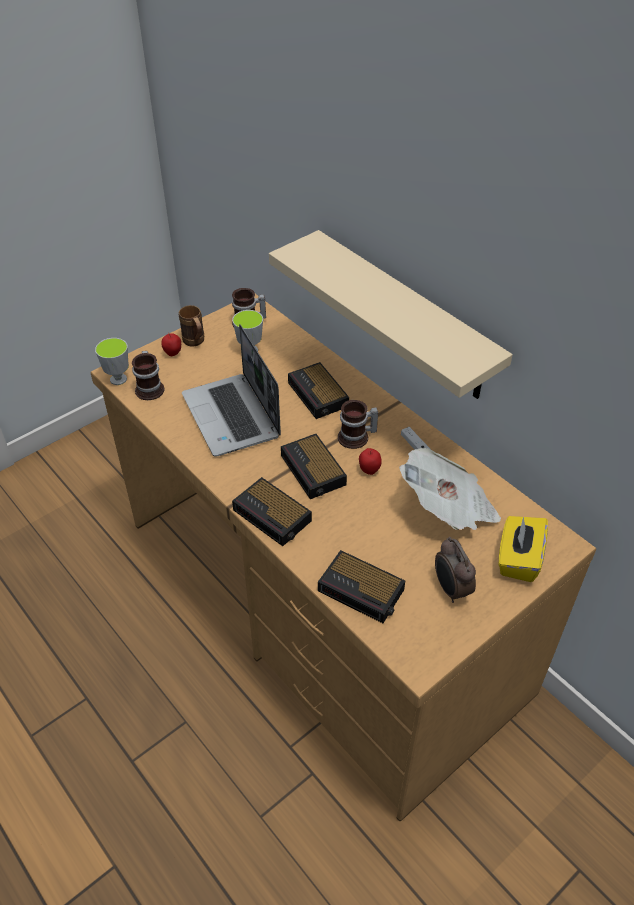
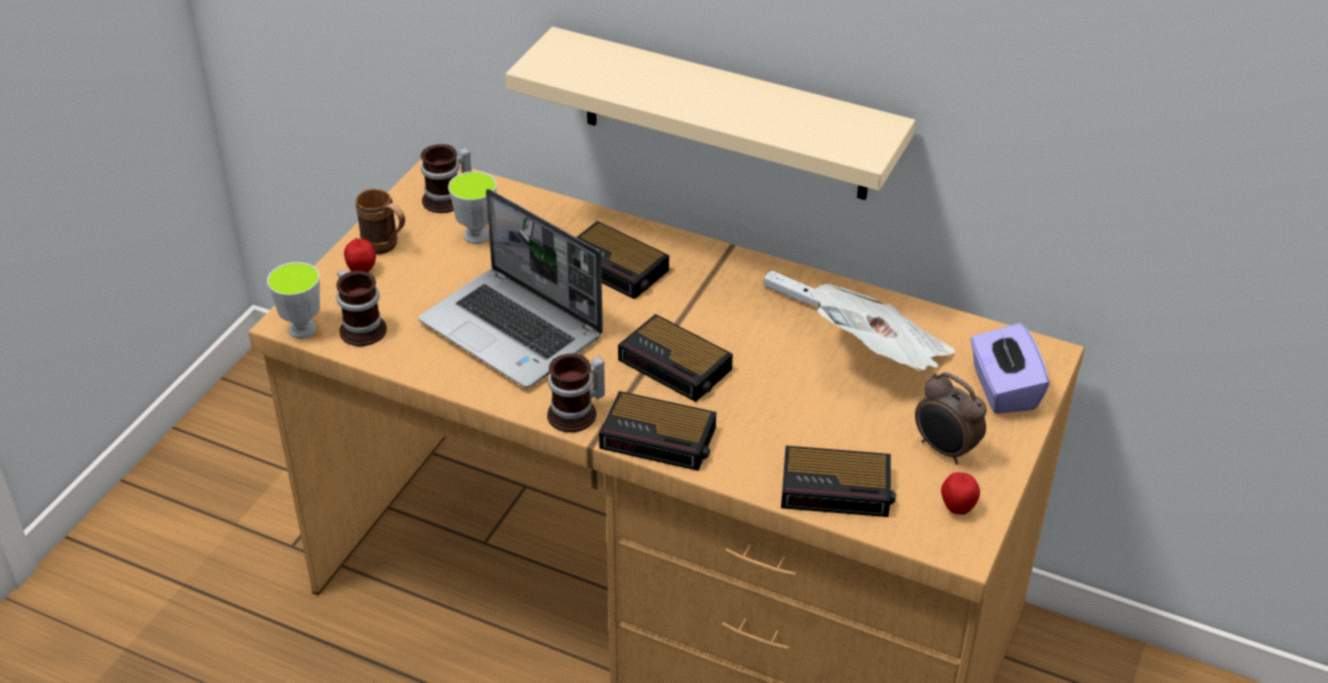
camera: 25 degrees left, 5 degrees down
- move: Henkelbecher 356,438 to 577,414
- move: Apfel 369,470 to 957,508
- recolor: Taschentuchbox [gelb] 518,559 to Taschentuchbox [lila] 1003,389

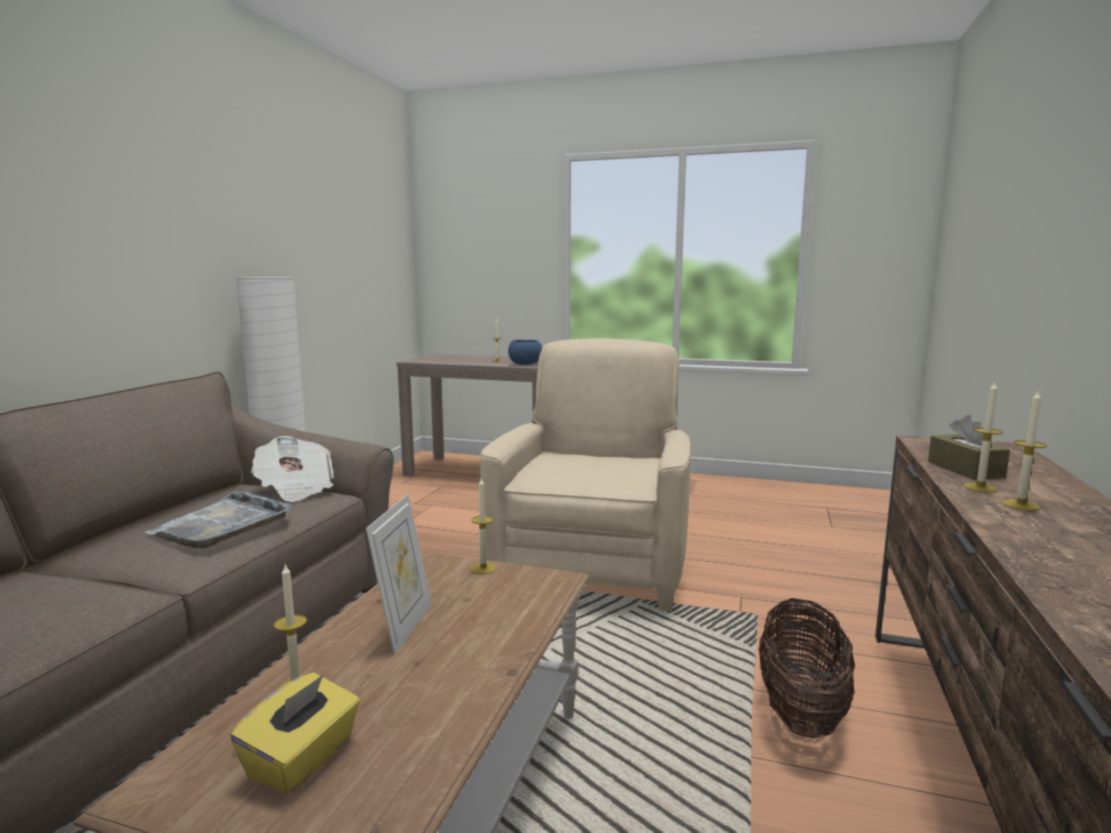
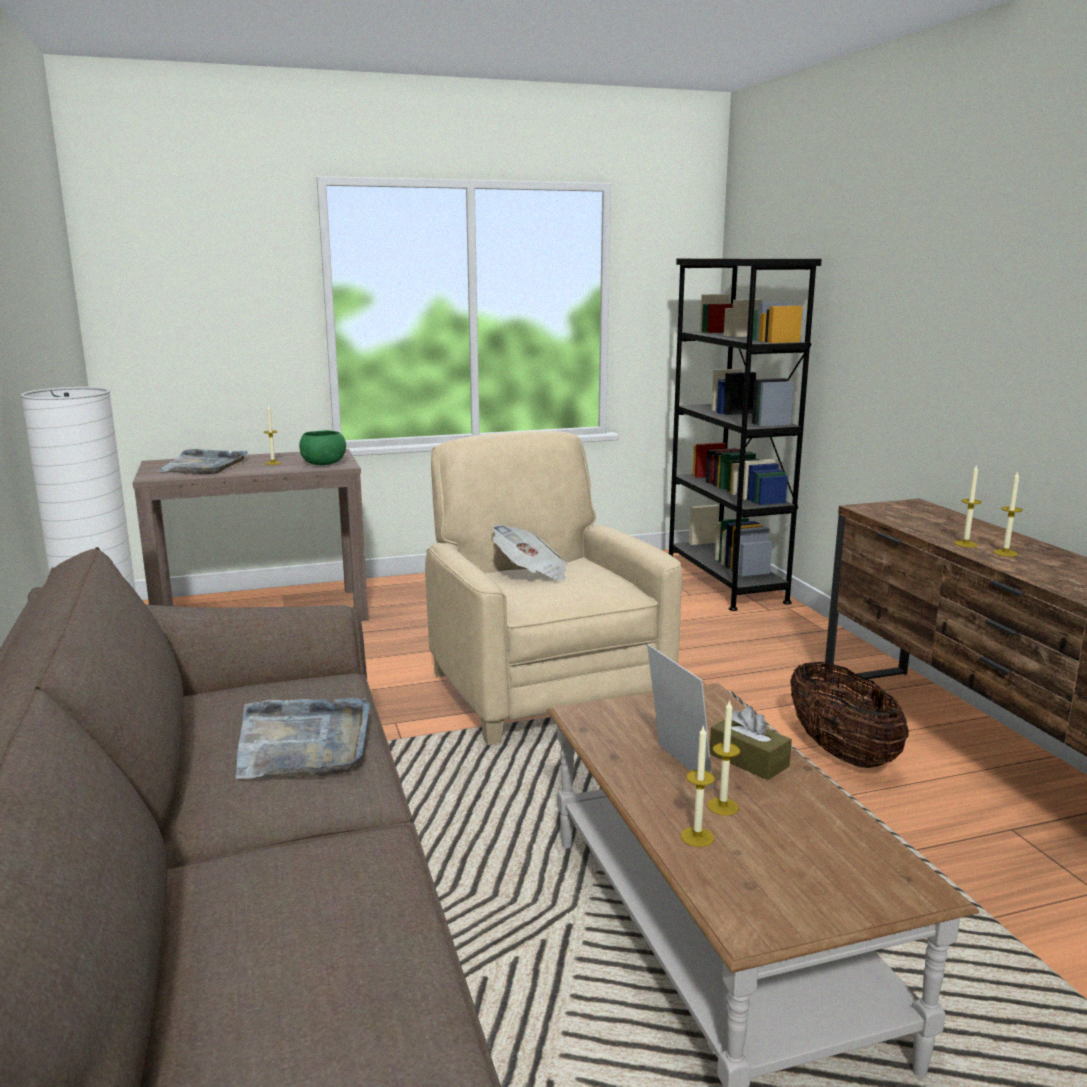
camera: 35 degrees left, 5 degrees up
- delete: Taschentuchbox [gelb] 303,759
- insert: Tablett [grau] 203,466
- insert: Bücherregal [schwarz] 725,583
- move: Zeitung 295,489 to 531,573
- move: Kerze 483,568 to 722,806
- move: Taschentuchbox [braun] 965,469 to 748,760
- recolor: Schüssel [blau] 525,364 to Schüssel [grün] 324,464

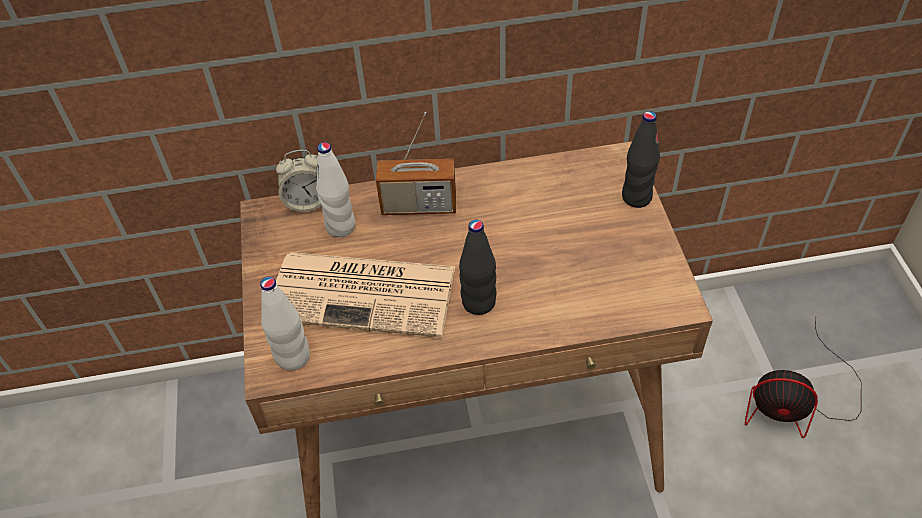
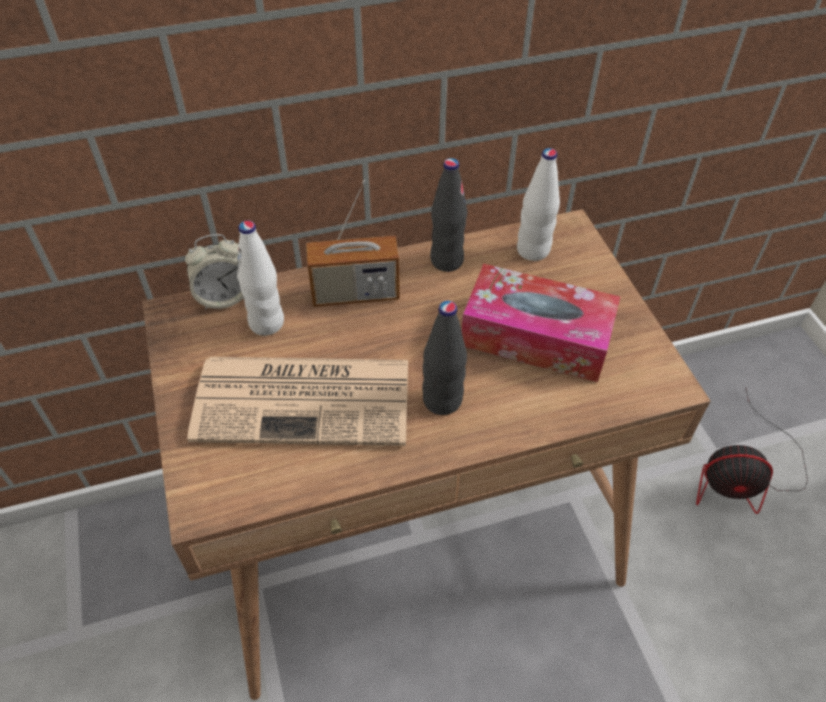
camera: 10 degrees left, 0 degrees up
- insert: Taschentuchbox 536,337
- move: Flasche [weiß] 293,357 to 533,250
- move: Flasche [schwarz] 636,197 to 446,261

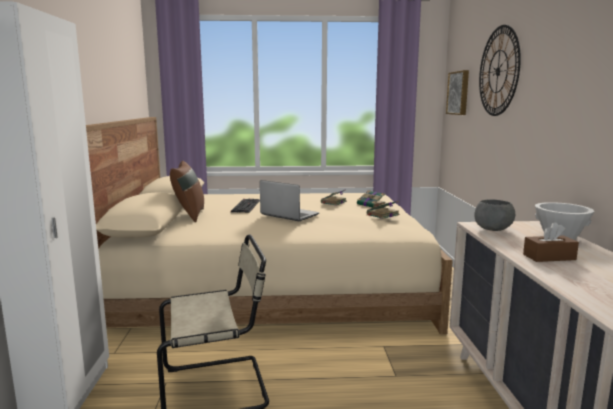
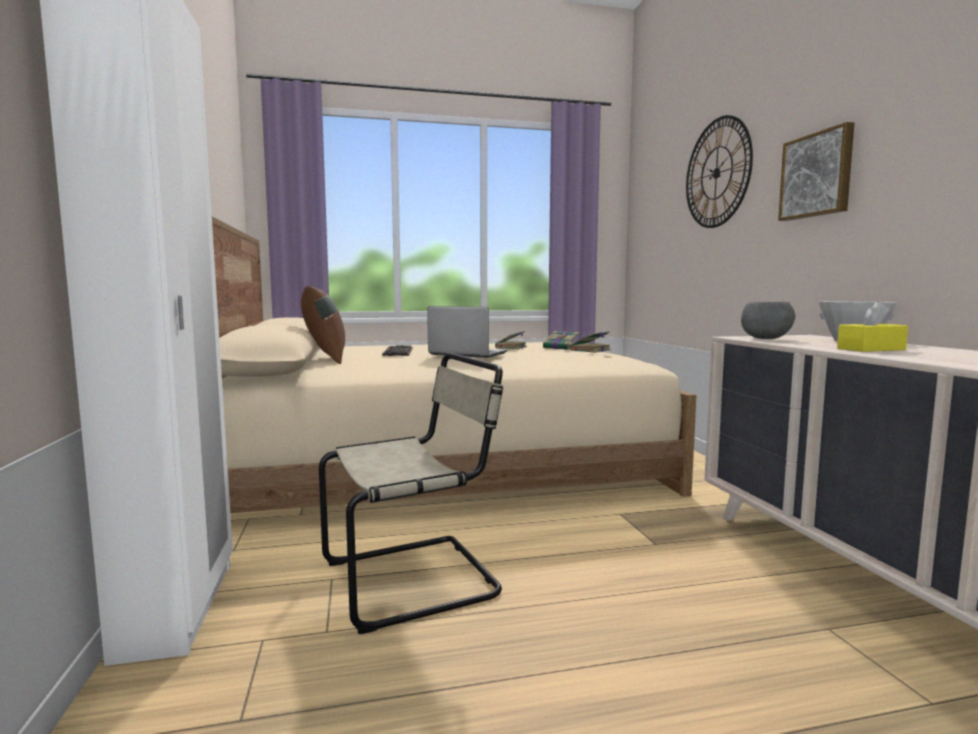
camera: 10 degrees left, 5 degrees down
- move: Bild 459,93 to 817,175
- recolor: Taschentuchbox [braun] 549,257 to Taschentuchbox [gelb] 871,349

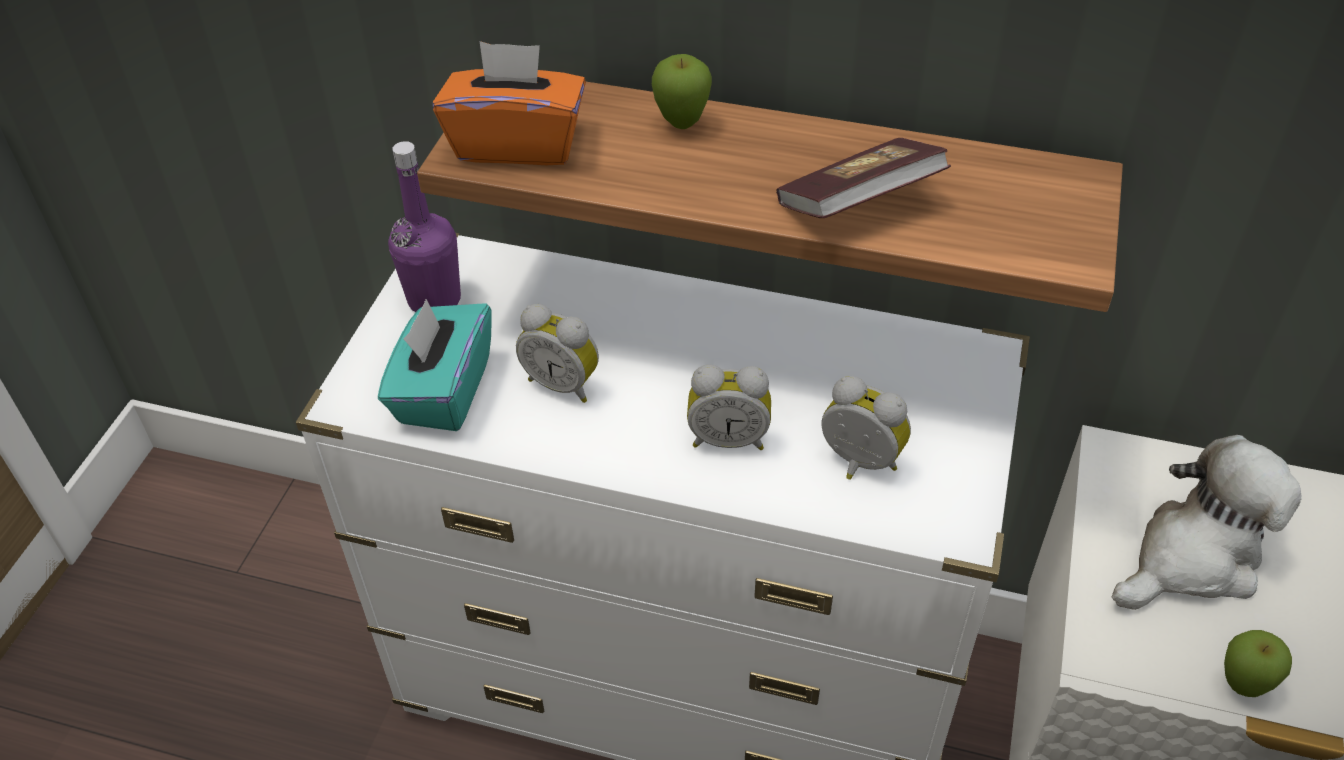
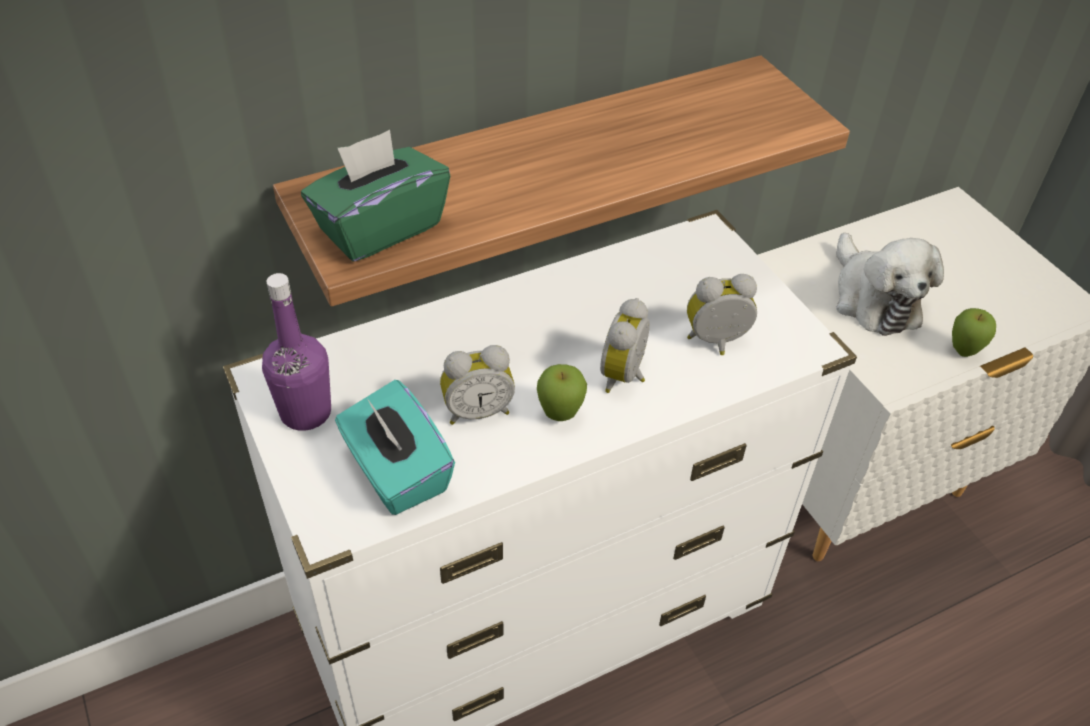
camera: 45 degrees left, 0 degrees up
- delete: Buch 858,204
- move: Apfel 682,125 to 560,416
- recolor: Taschentuchbox [orange] 517,143 to Taschentuchbox [grün] 379,227
- rotate: Wecker 728,438 = 626,376 150 degrees clockwise
- rotate: Plüschtier 1192,557 = 873,298 150 degrees clockwise

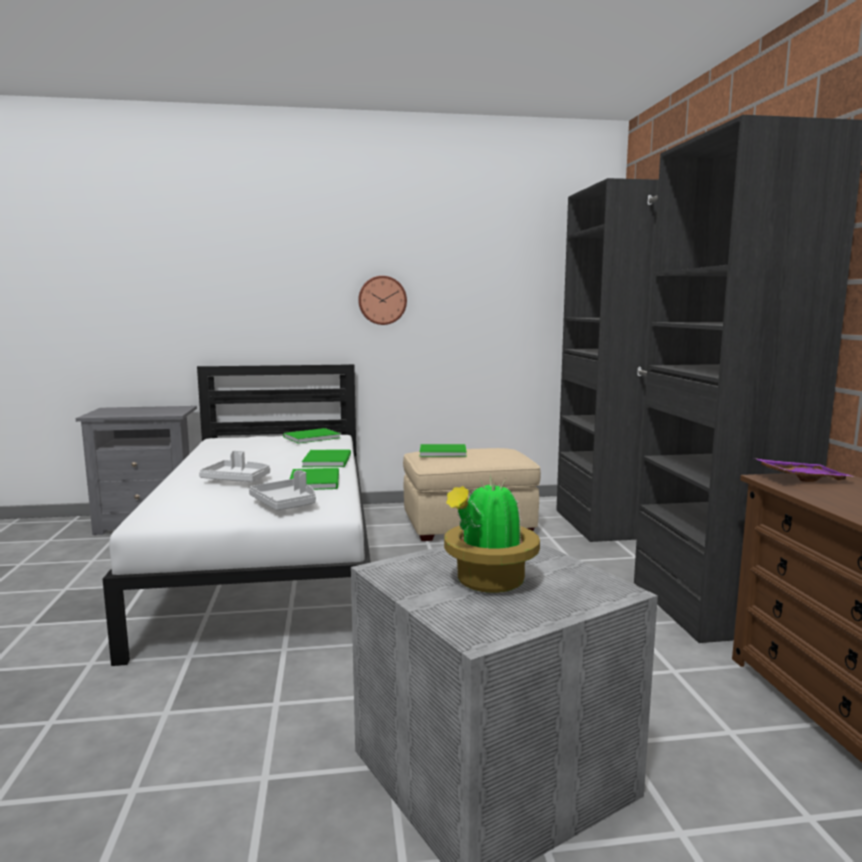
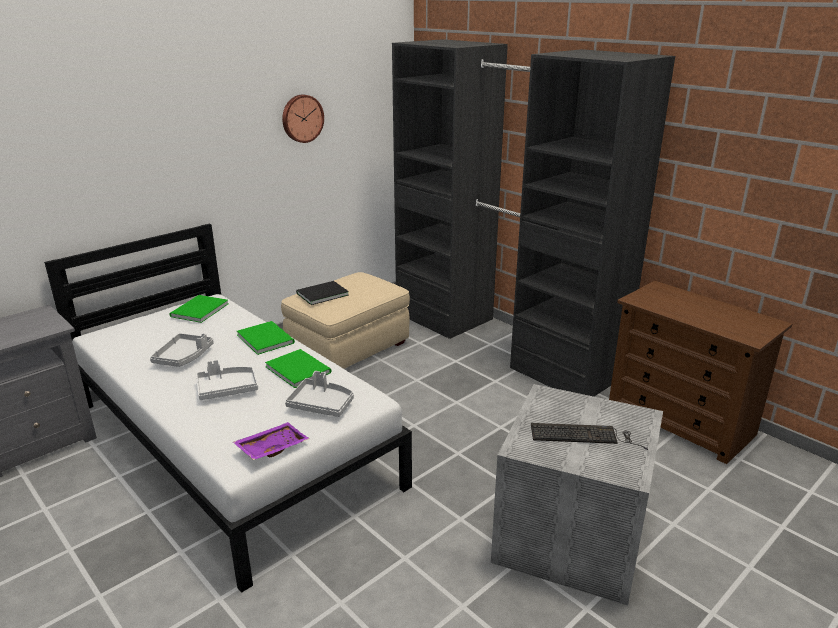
camera: 35 degrees left, 15 degrees up
- insert: Tablett [grau] 184,357
- move: Wanduhr 382,300 to 302,118
- move: Tablett [lila] 800,478 to 271,448
- replace: Topfpflanze 488,582 to Tastatur 584,435
- recolor: Buch [grün] 441,452 to Buch [schwarz] 320,294

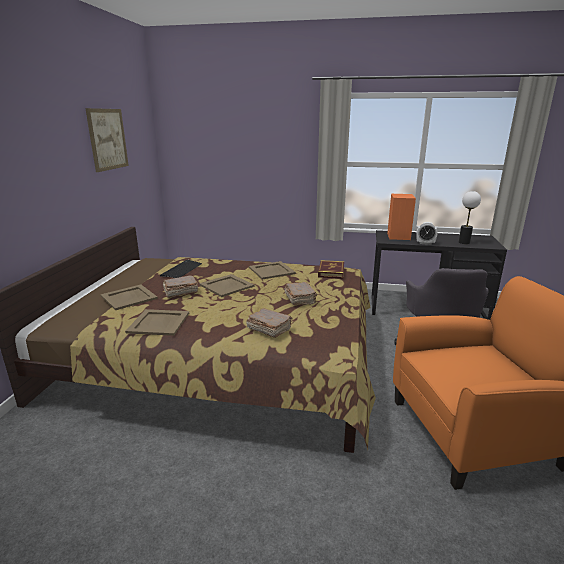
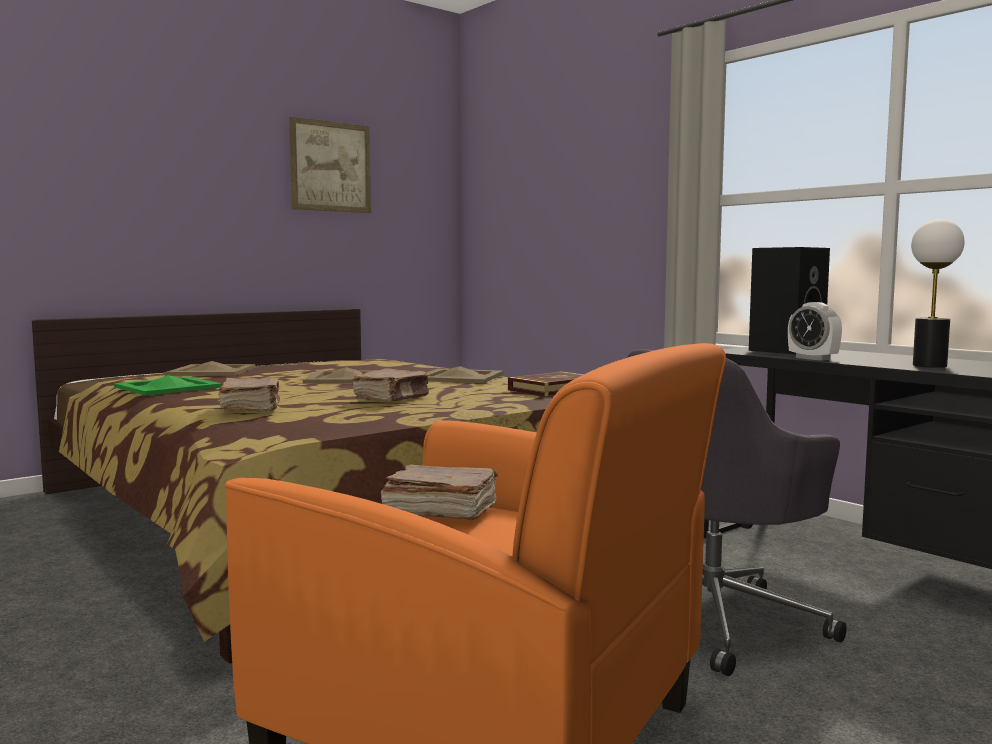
camera: 40 degrees right, 15 degrees down
- delete: Tastatur 181,270
- move: Buch [braun] 180,292 to 439,512
- recolor: Tablett [beige] 158,322 to Tablett [grün] 168,387
- recolor: Lautsprecher [orange] 398,236 to Lautsprecher [schwarz] 786,350

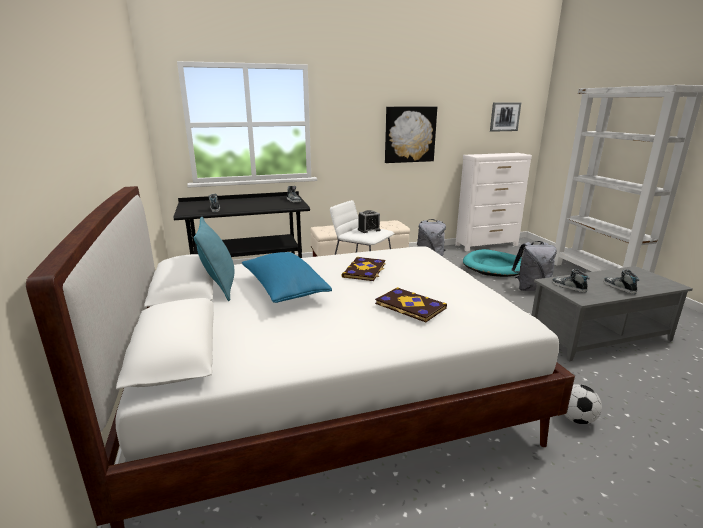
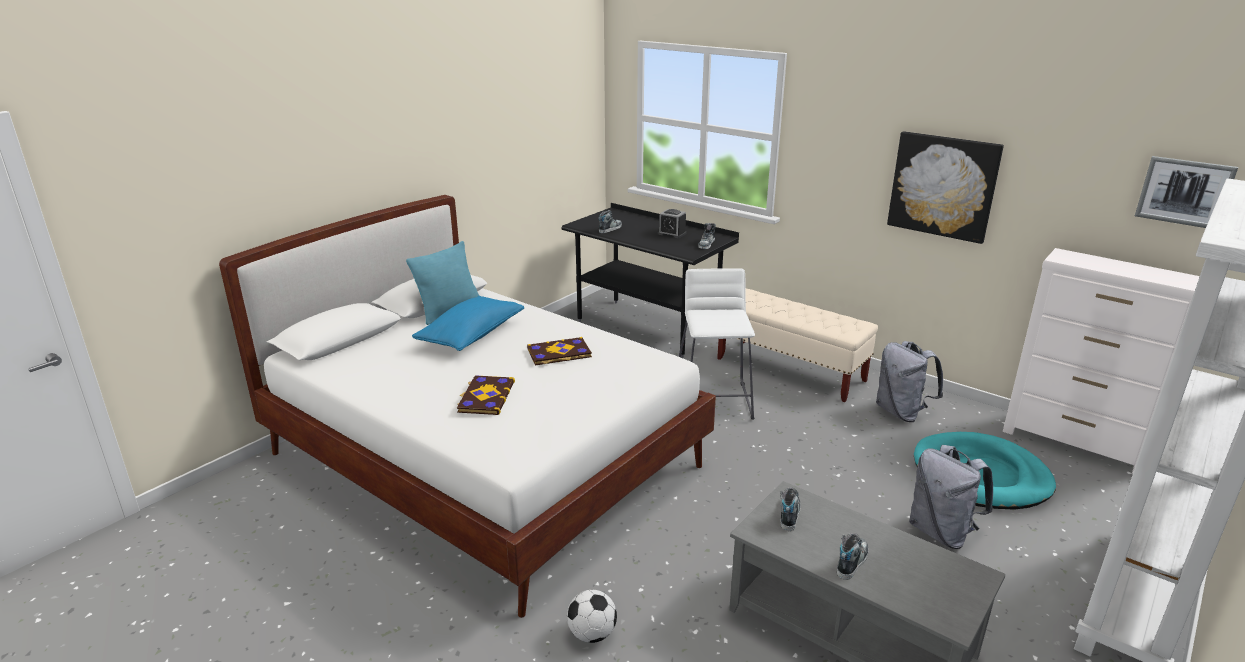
camera: 55 degrees right, 5 degrees up
- move: Wecker 369,230 to 672,233

